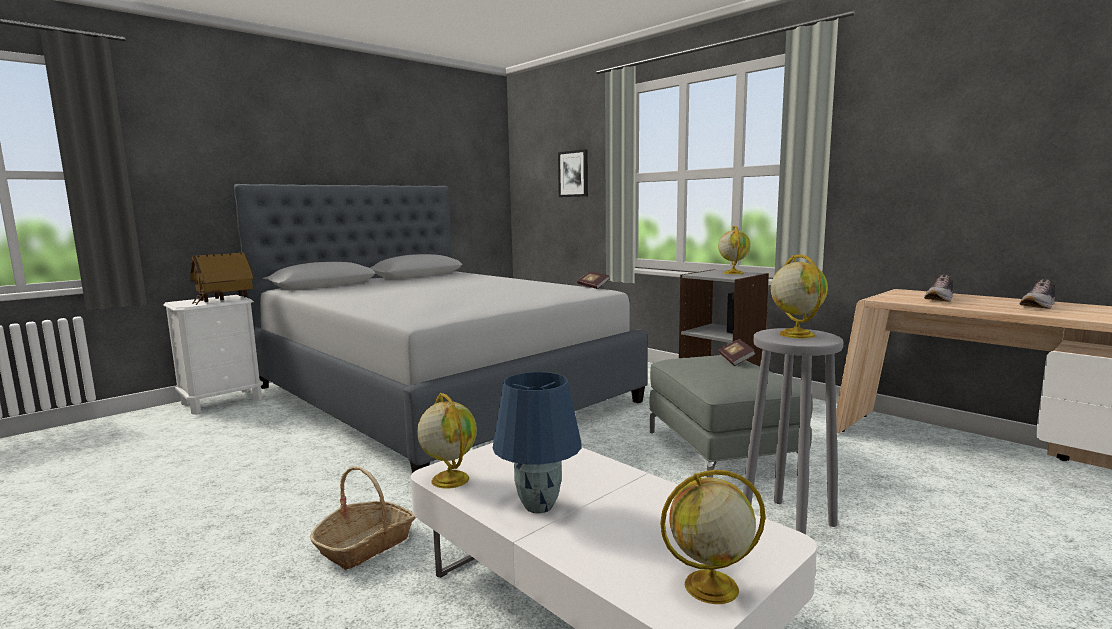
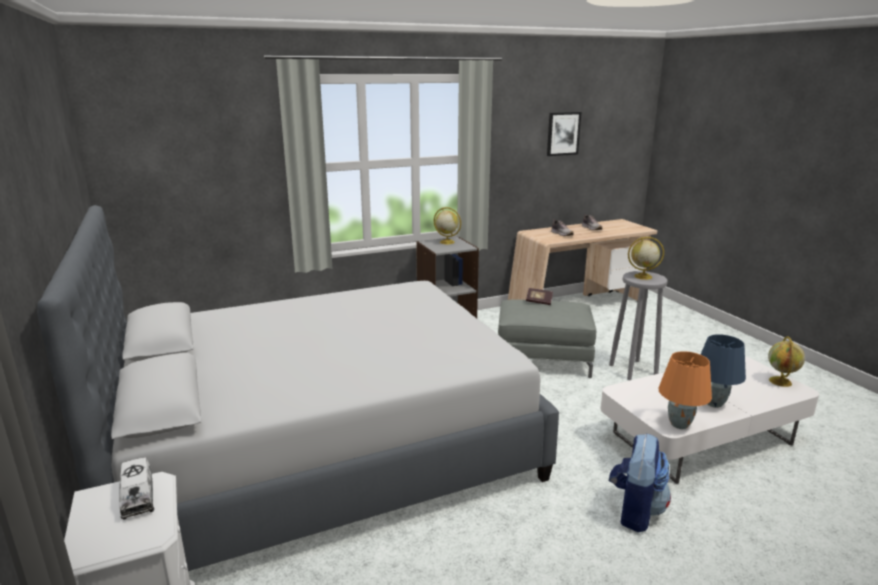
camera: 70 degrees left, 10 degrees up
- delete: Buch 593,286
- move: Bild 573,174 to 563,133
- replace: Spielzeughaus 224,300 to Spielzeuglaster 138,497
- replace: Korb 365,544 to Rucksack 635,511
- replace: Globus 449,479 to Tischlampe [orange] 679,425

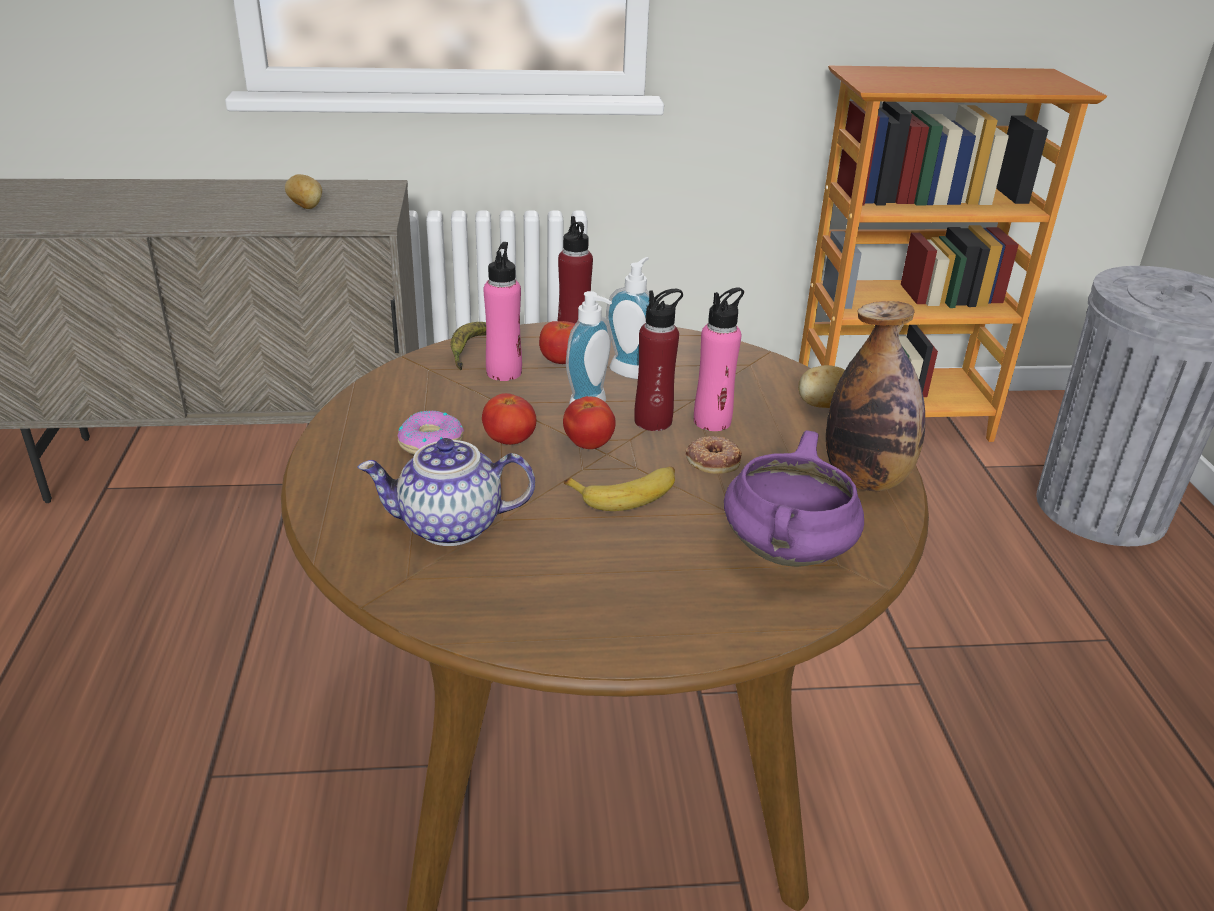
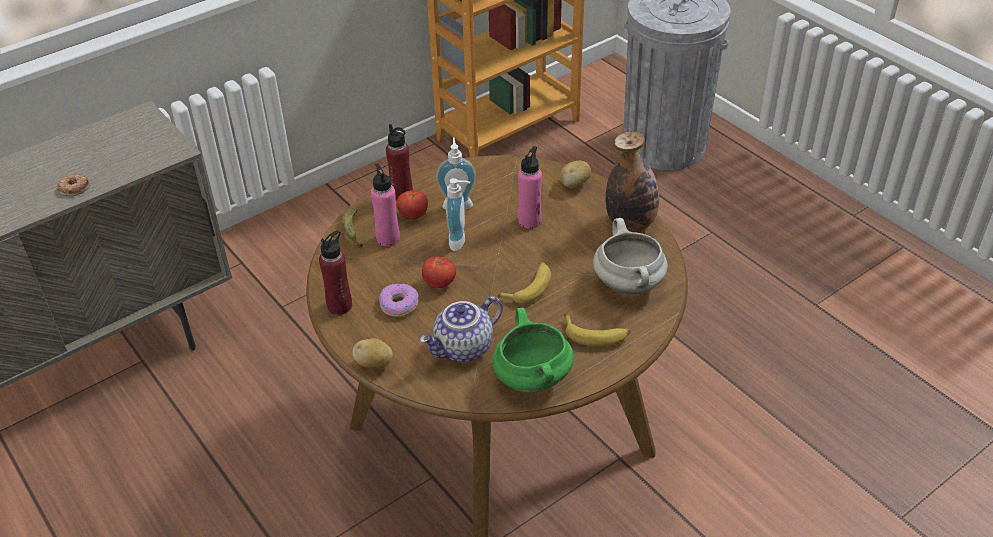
camera: 30 degrees left, 10 degrees up
- delete: Tomate 588,444
- insert: Kochtopf [grün] 531,378
- insert: Banane 596,335
- move: Kartoffel 307,207 to 374,364
- move: Flasche [rot] 653,421 to 340,306
- move: Donut 713,460 to 74,187
- recolor: Kochtopf [lila] 788,553 to Kochtopf [weiß] 629,284

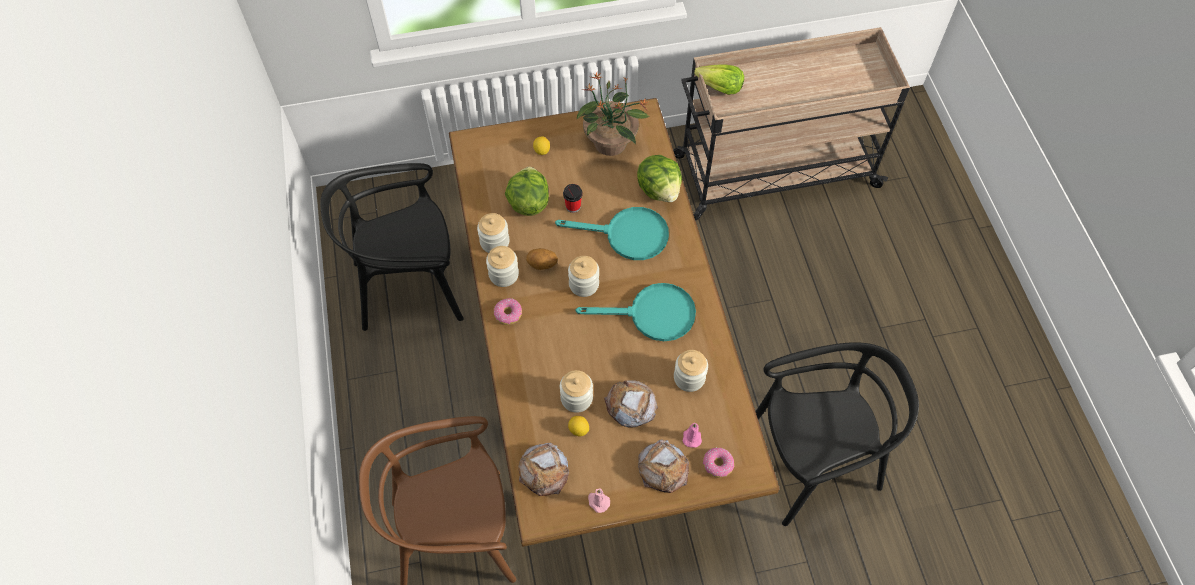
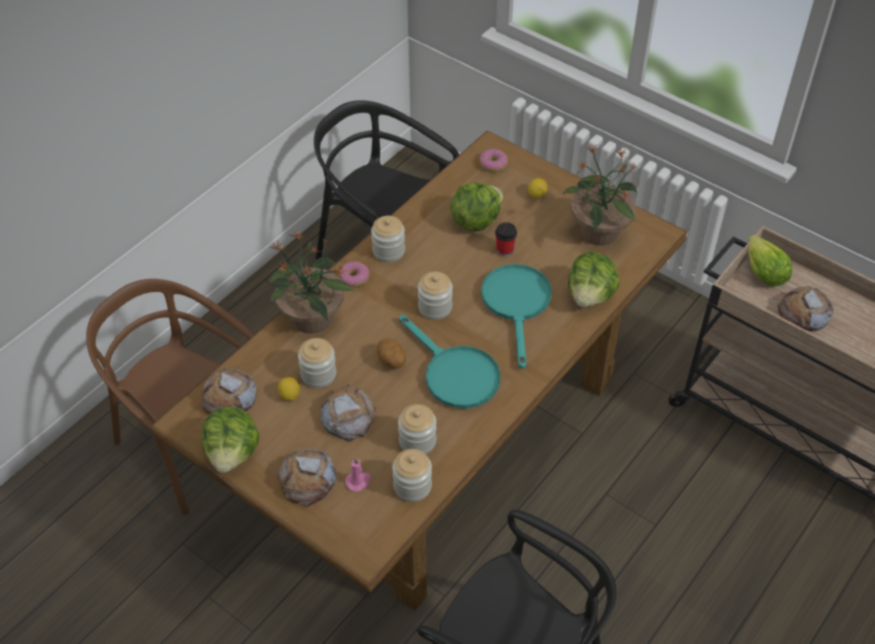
camera: 50 degrees right, 10 degrees down
- insert: Topfpflanze 312,319
- insert: Brot 804,313
- move: Vorratsglas 494,242 to 412,486
- move: Kartoffel 542,265 to 391,362
- move: Donut 717,464 to 493,164
- replace: Kerze [rosa] 598,501 to Salatkopf 233,453
- rotate: Pfanne [türkis] 627,235 = 517,305 150 degrees counterclockwise

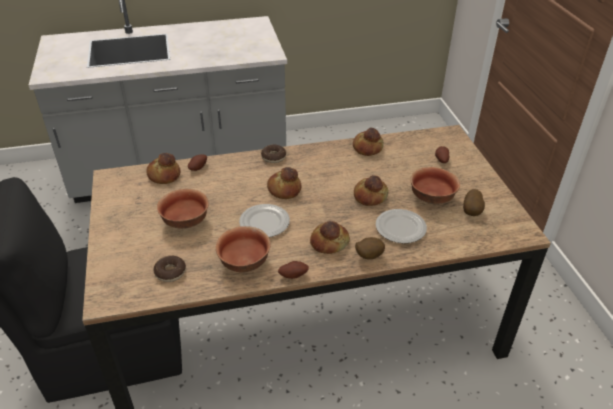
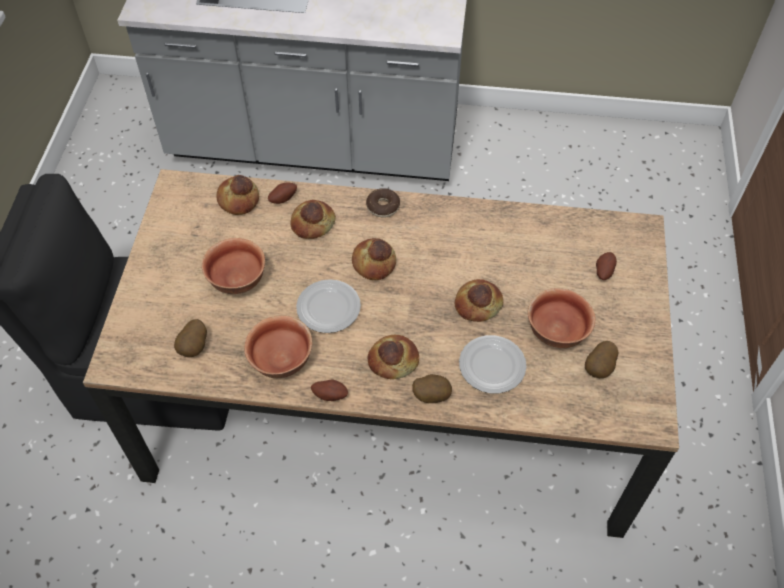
camera: 20 degrees right, 15 degrees up
- move: Brot 367,147 to 312,223
- replace: Donut 170,272 to Kartoffel 195,347

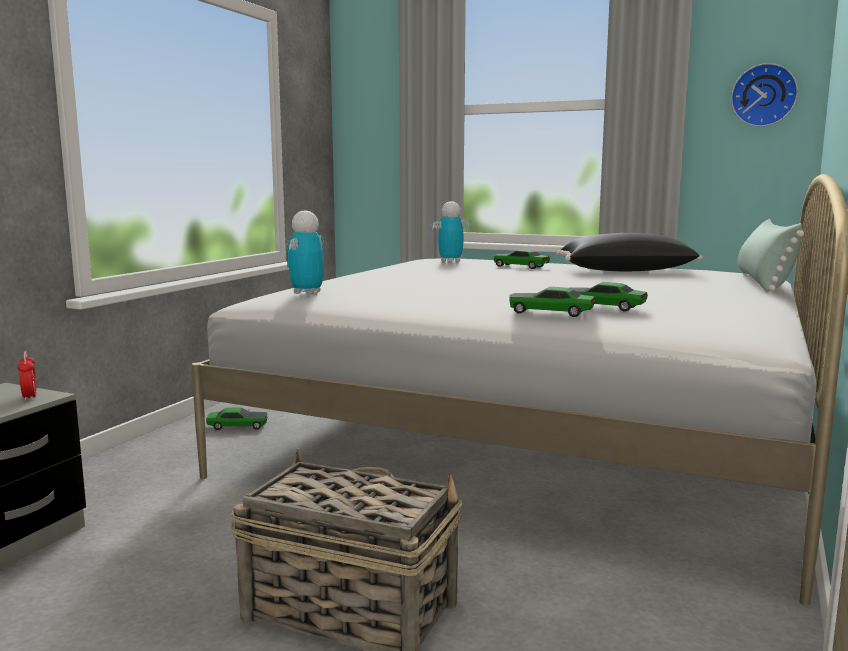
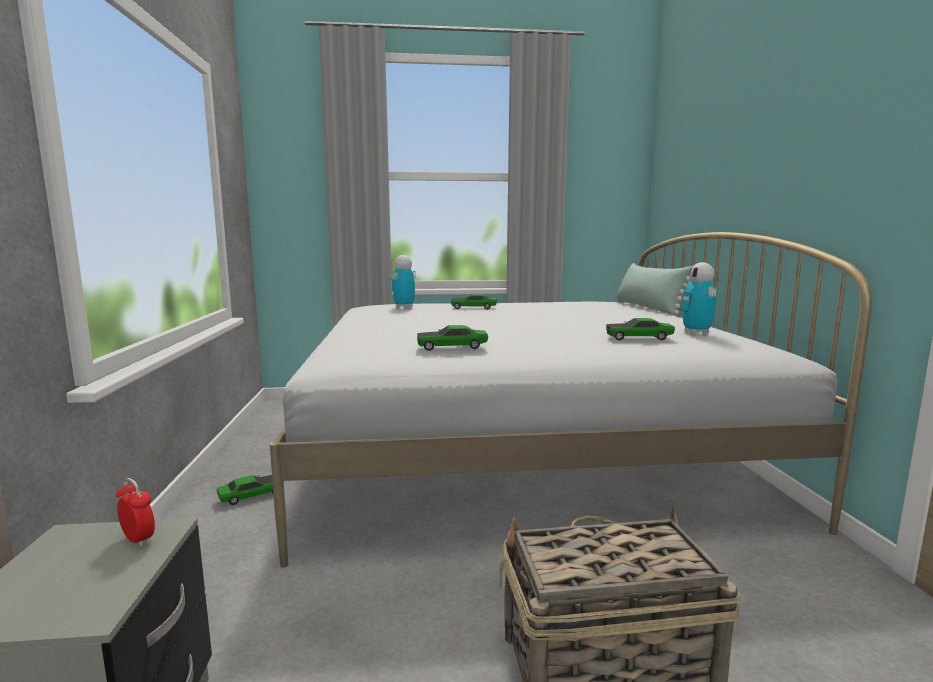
camera: 30 degrees left, 0 degrees up
- delete: Kissen [schwarz] 626,271
- delete: Wanduhr 763,95
- move: Spielzeugroboter 307,293 to 696,333
- move: Spielzeugauto 550,313 to 452,347

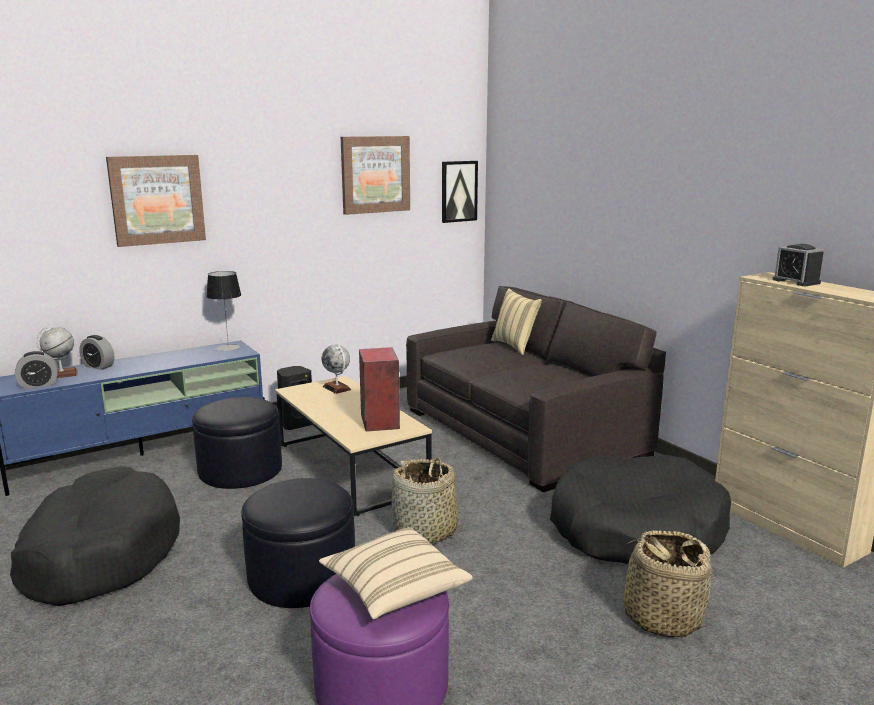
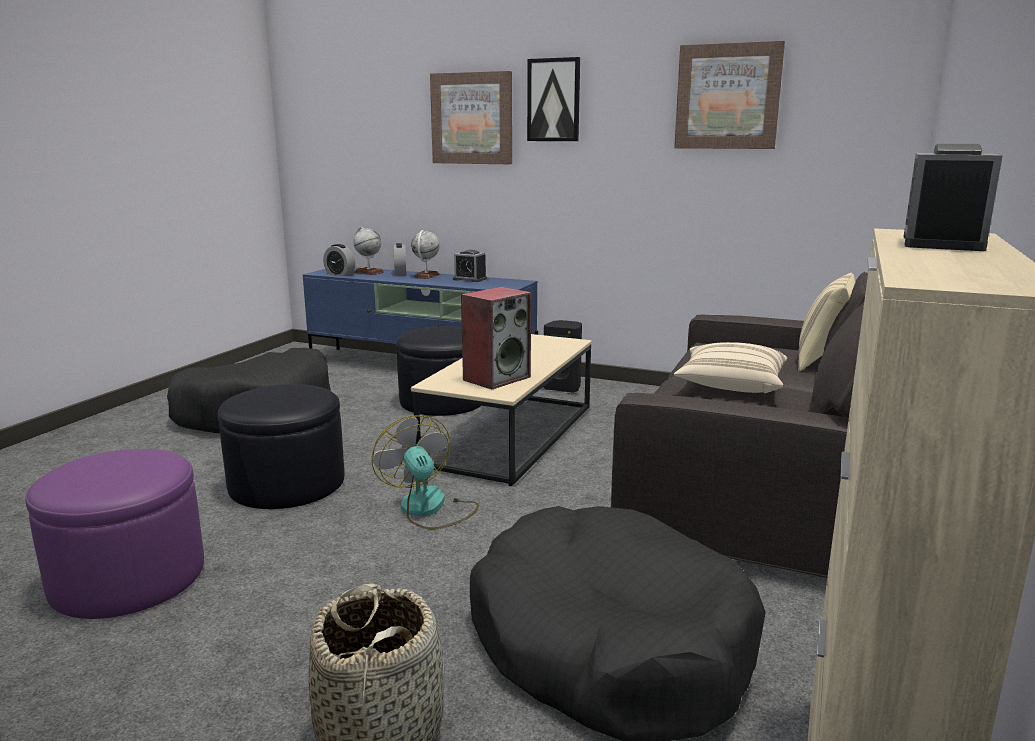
camera: 55 degrees right, 0 degrees up
- delete: Tischlampe 228,348
- insert: Wecker 470,279
- move: Kissen [beige] 394,590 to 731,386
- move: Globus 337,388 to 426,276
- move: Bild 459,191 to 553,100
- replace: Korb 425,531 to Ventilator 429,509

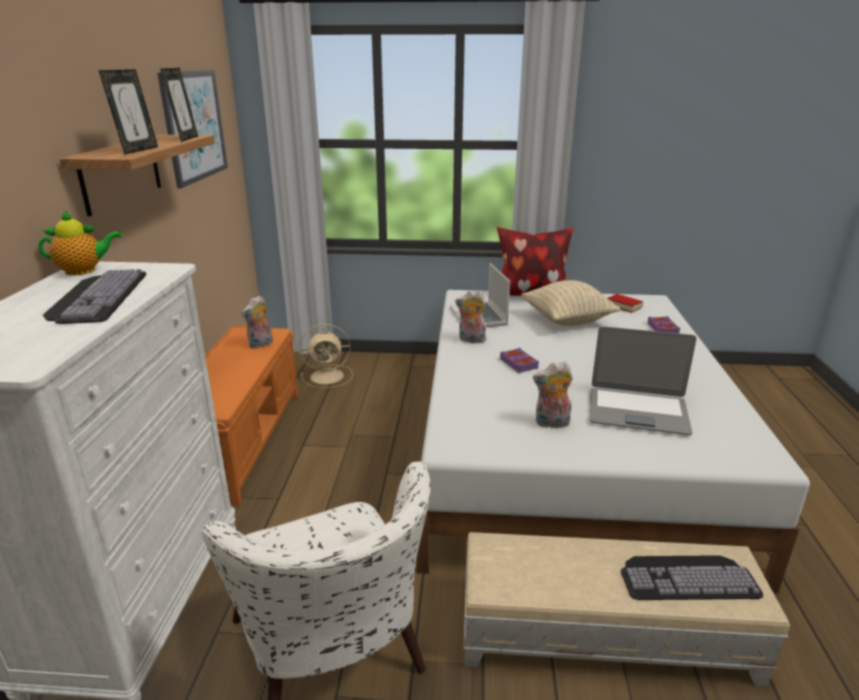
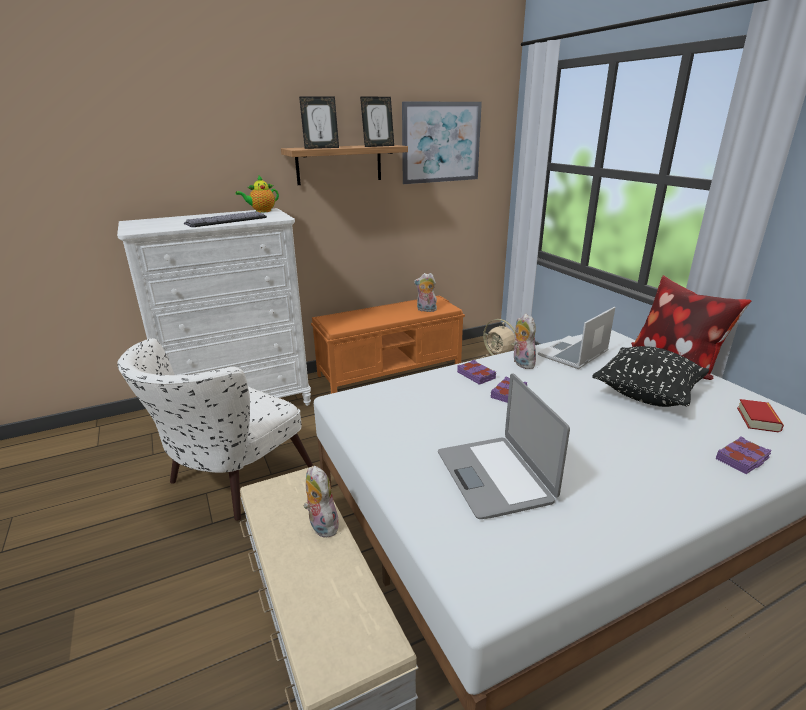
camera: 60 degrees right, 0 degrees up
- delete: Tastatur 687,577
- insert: Buch [lila] 476,375
- move: Plüschtier 551,424 to 321,525
- recolor: Kissen [beige] 567,320 to Kissen [schwarz] 646,395
- rotate: Teekanne 84,271 = 261,211 105 degrees clockwise

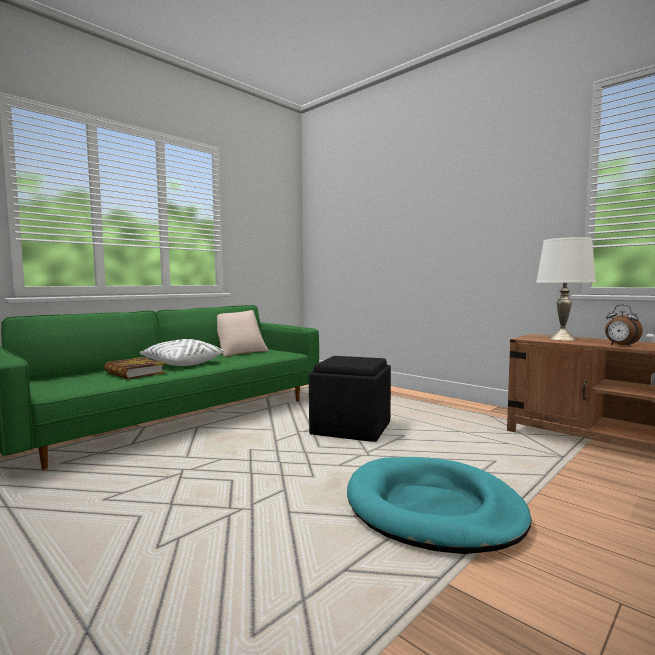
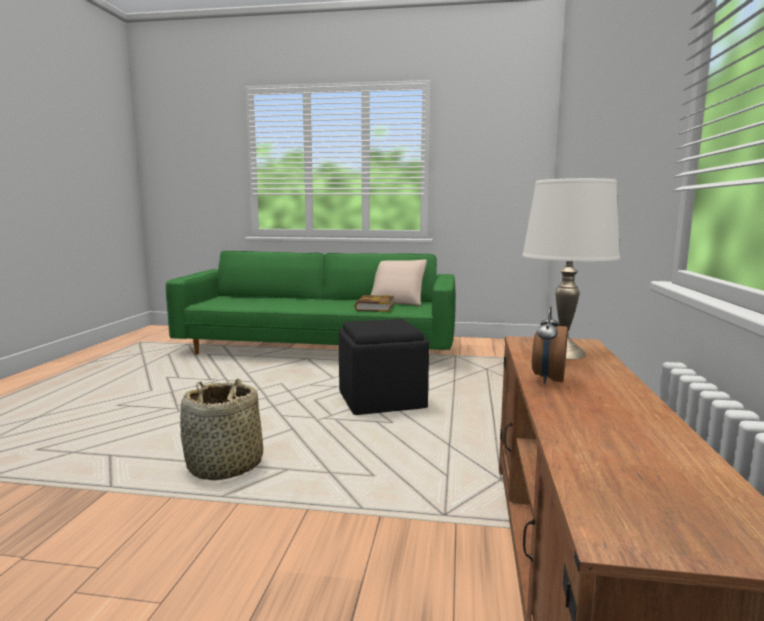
camera: 55 degrees right, 5 degrees up
- delete: Kissen [weiß] 182,364
- move: Buch 134,373 to 374,307
- replace: Hundebett [türkis] 433,509 to Korb 225,466

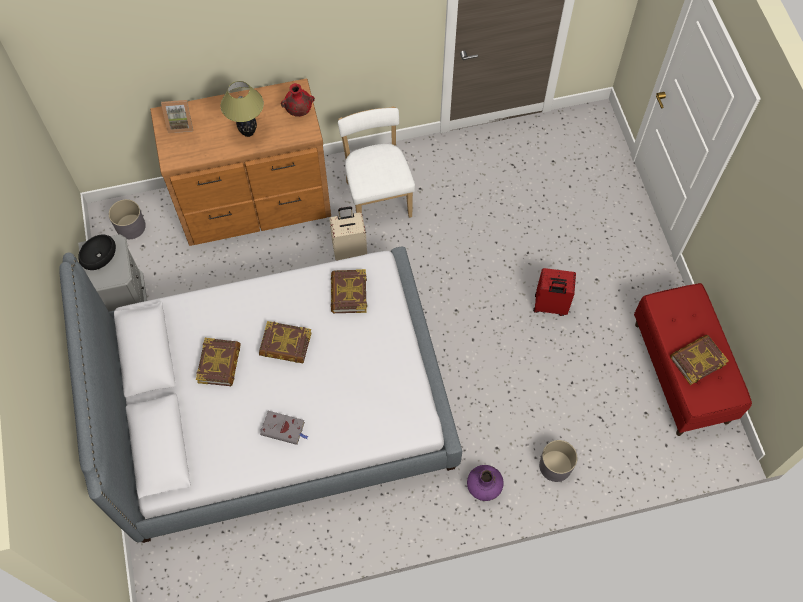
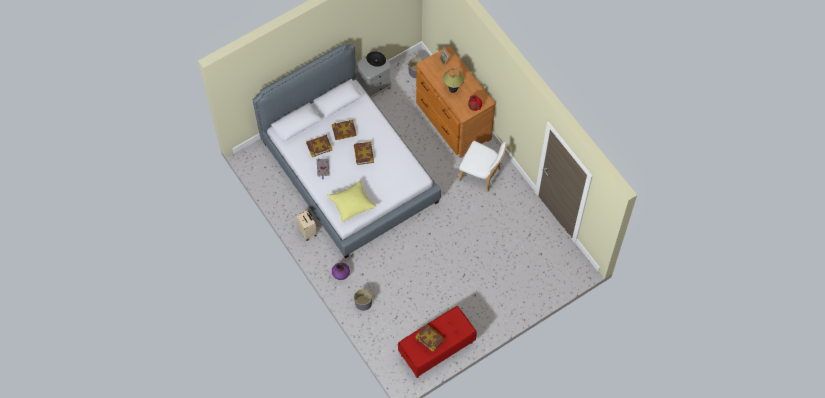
camera: 70 degrees right, 0 degrees up
- delete: Koffer [rot] 550,306
- insert: Kissen [gelb] 352,204
- move: Koffer [beige] 350,250 to 308,231
- move: Buch 348,293 to 319,146
- rotate: Stuhl [weiß] 377,196 = 481,175 60 degrees clockwise

